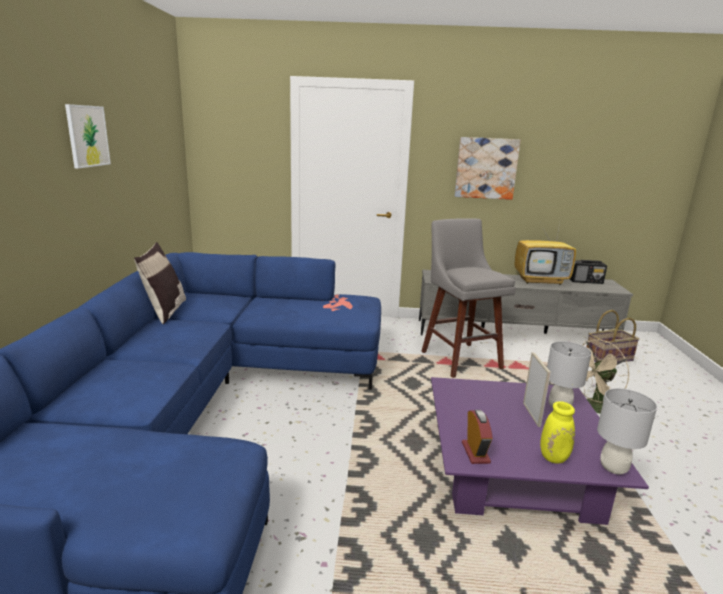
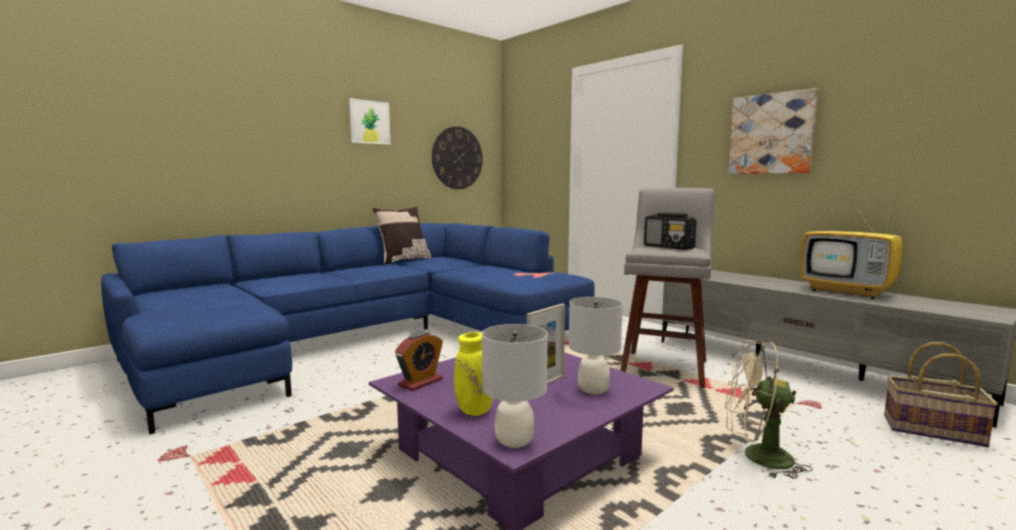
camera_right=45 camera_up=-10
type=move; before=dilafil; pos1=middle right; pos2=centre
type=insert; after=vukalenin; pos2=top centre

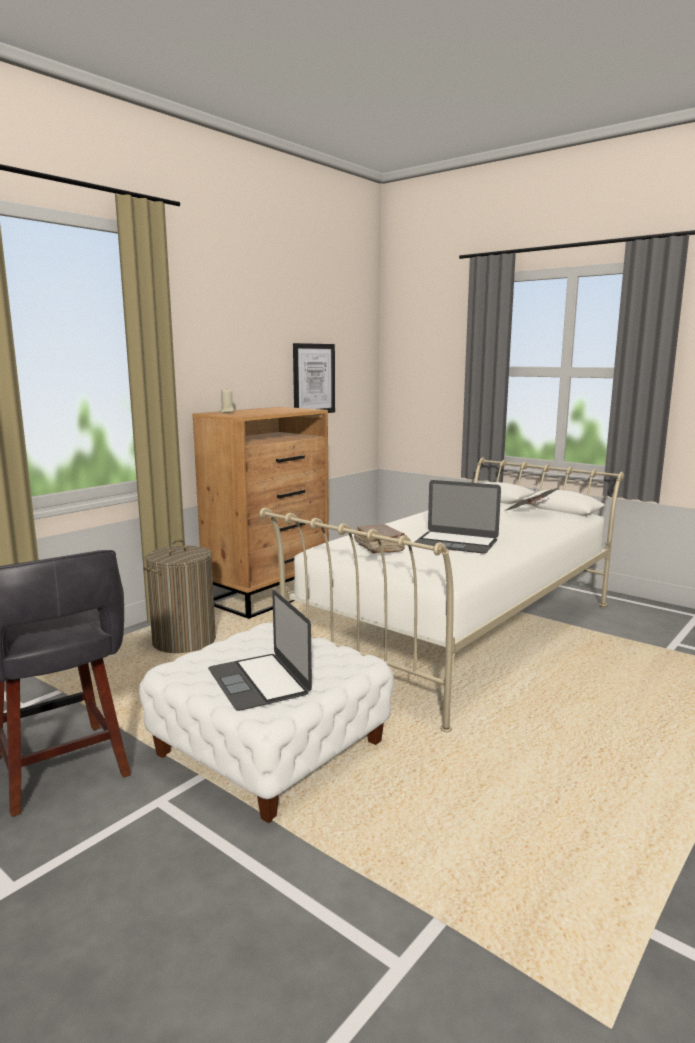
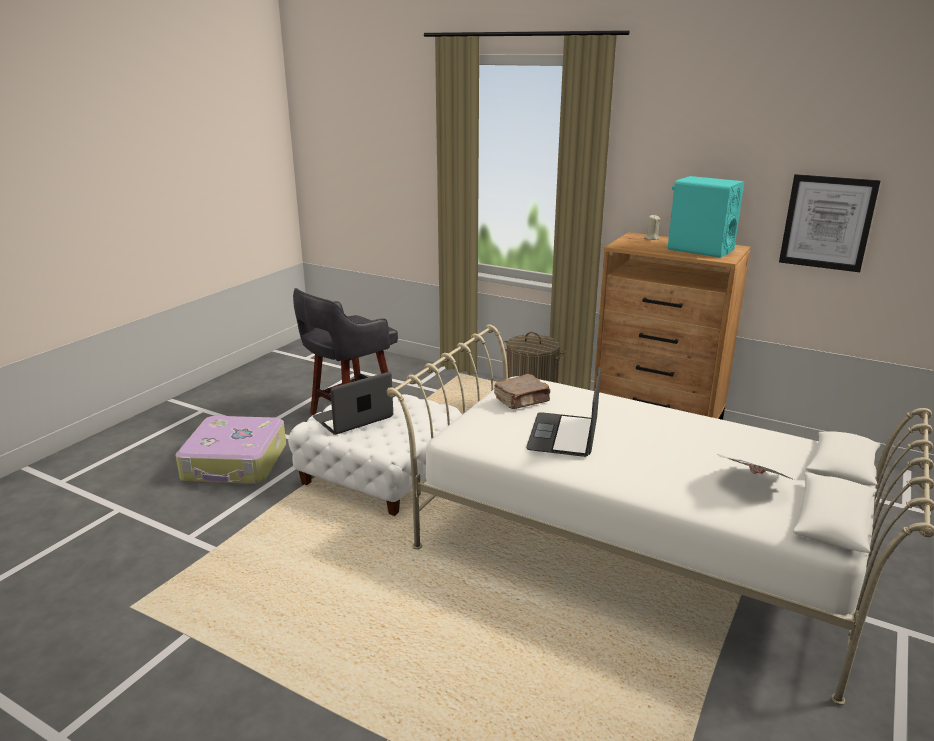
camera_right=80 camera_up=10
type=insert; after=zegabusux; pos2=middle left
type=insert; after=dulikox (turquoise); pos2=top right

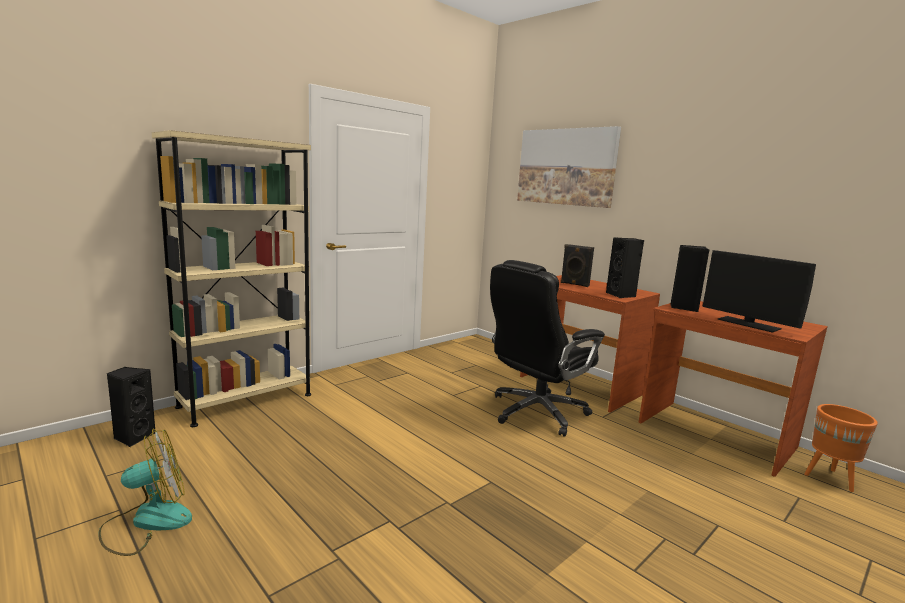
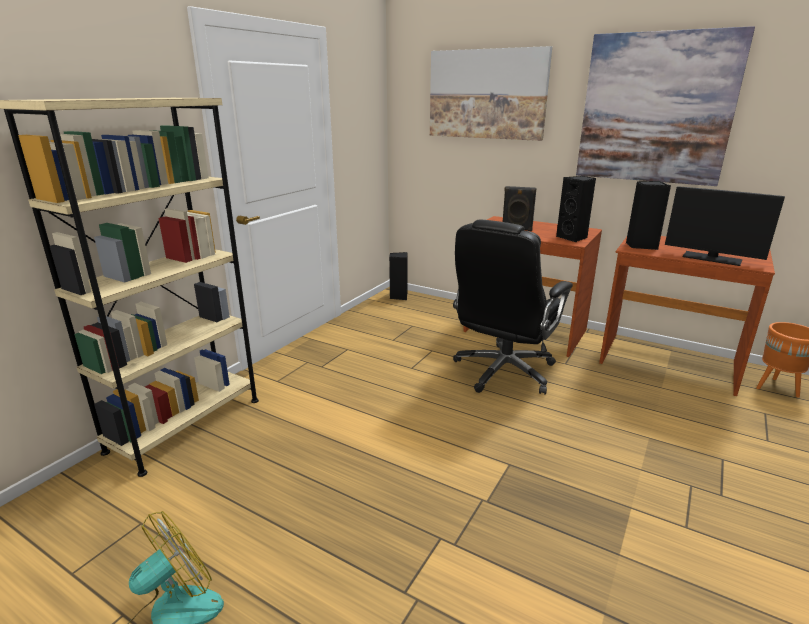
camera_right=-15 camera_up=10
type=move; before=dulikox (black) (1st from left); pos1=bottom left; pos2=centre
type=insert; after=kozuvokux (2nd from left); pos2=top right

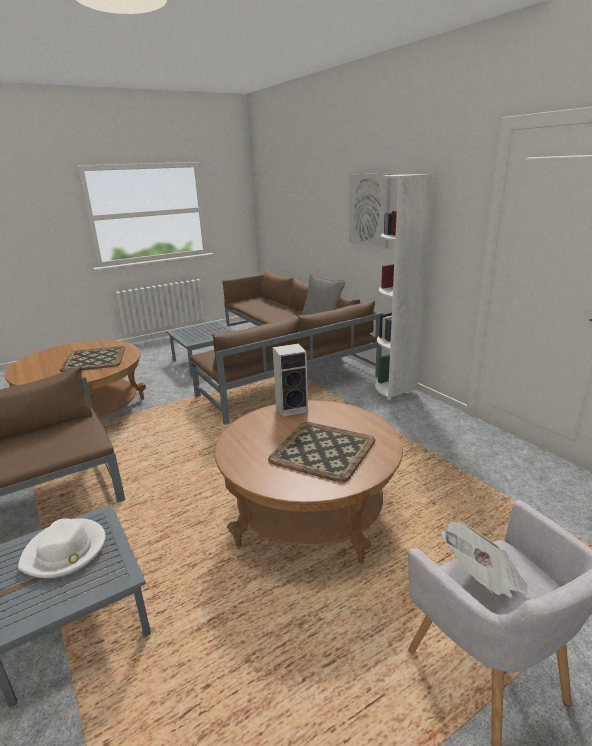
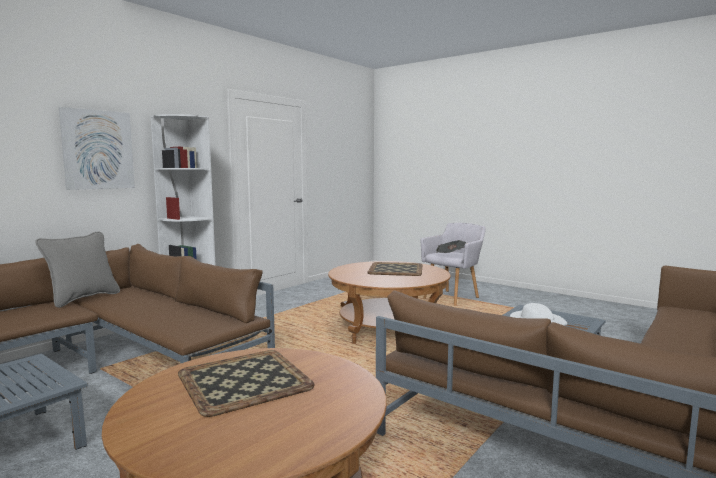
camera_right=-110 camera_up=-15
type=delete; before=dulikox; pos1=centre

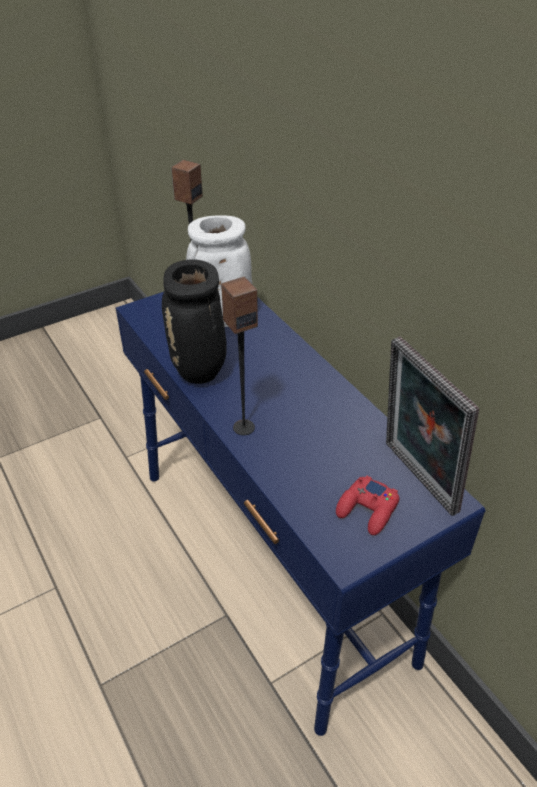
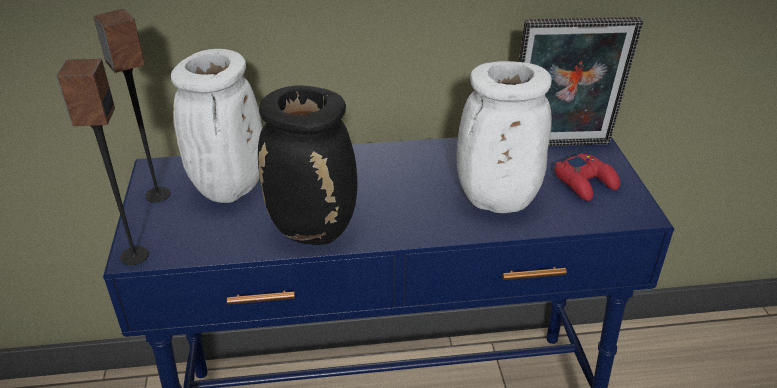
camera_right=-65 camera_up=-5
type=move; before=dulikox (2nd from left in the first image); after=dulikox (1st from left); pos1=centre; pos2=middle left
type=insert; after=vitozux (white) (2nd from left); pos2=centre

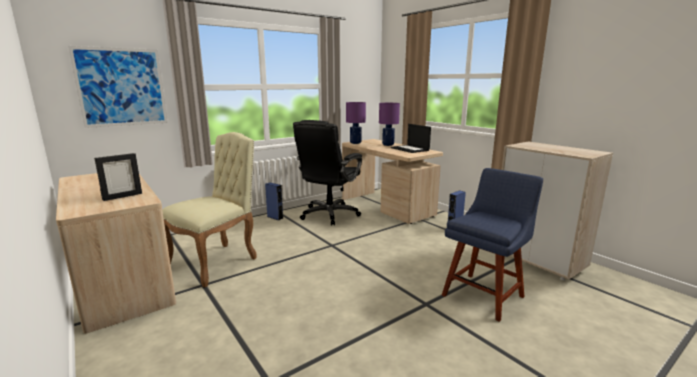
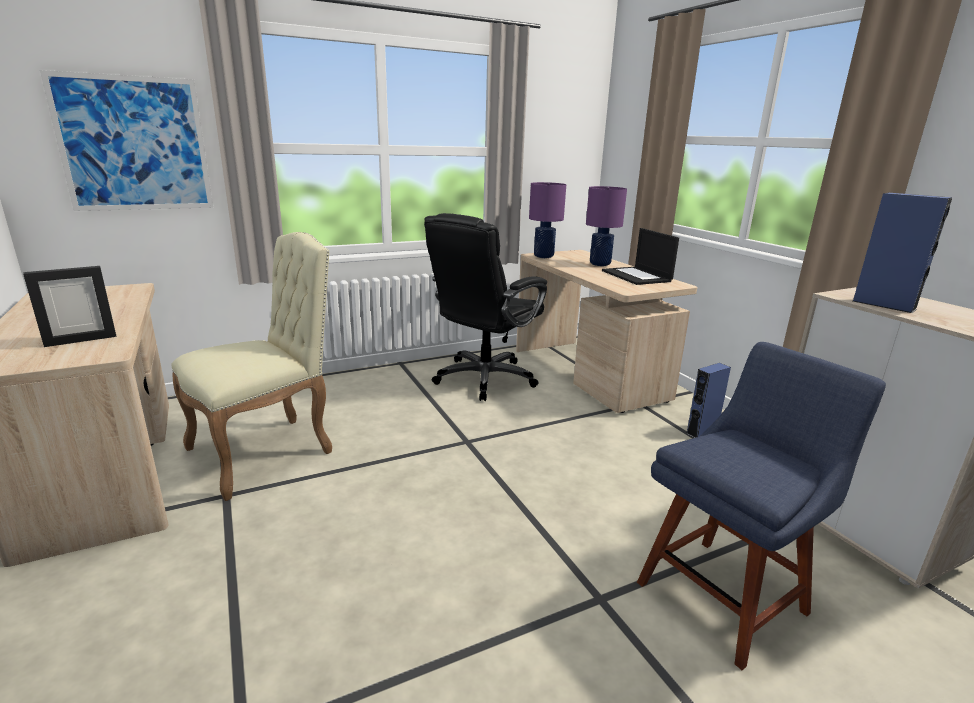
camera_right=10 camera_up=5
type=move; before=dulikox (blue) (1st from left in the first image); after=dulikox (blue) (2nd from left); pos1=centre; pos2=middle right

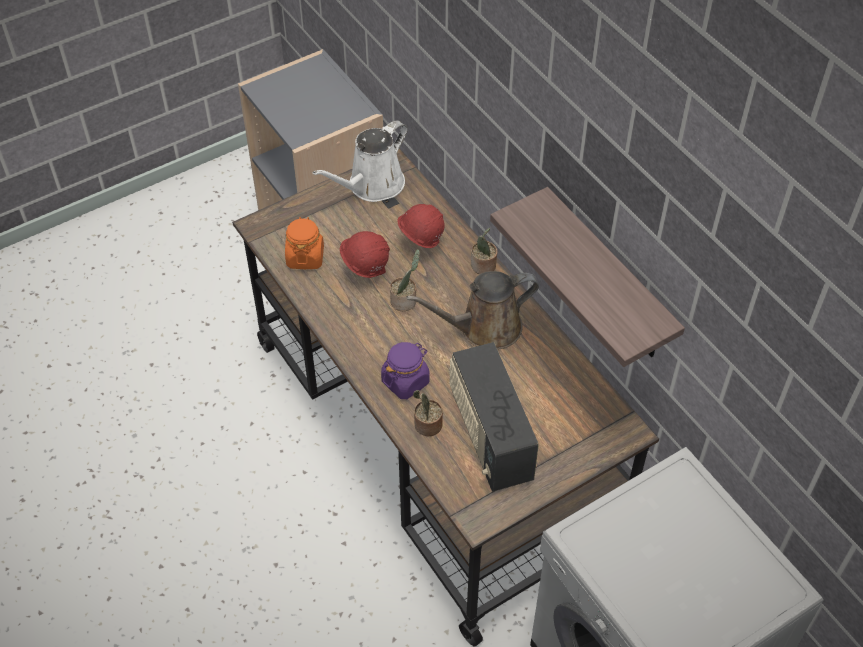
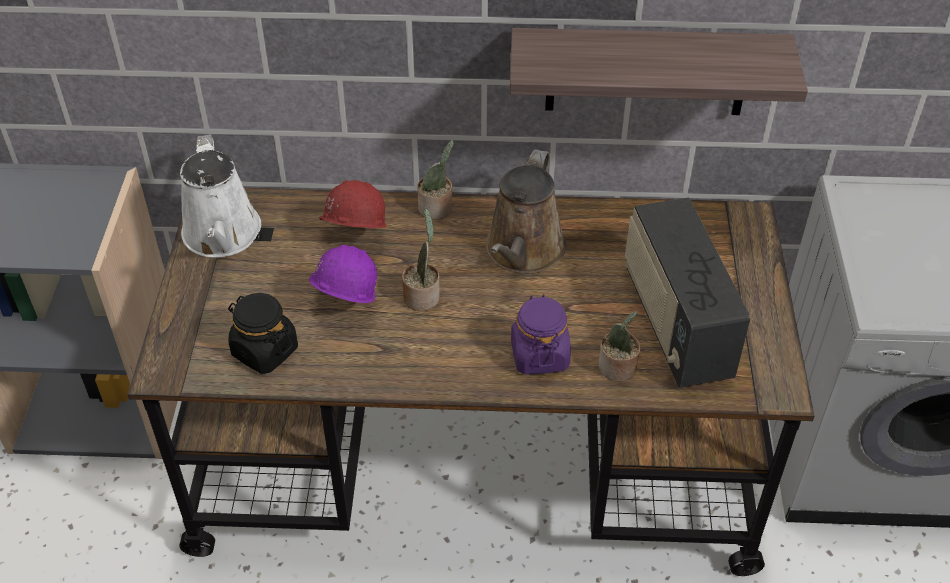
camera_right=-55 camera_up=-5
type=recolor; before=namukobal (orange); after=namukobal (black); pos1=centre; pos2=middle left
type=recolor; before=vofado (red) (1st from left); after=vofado (purple); pos1=centre; pos2=centre
type=rotate; before=dilafil; pos1=centre; pos2=middle right; turn=60

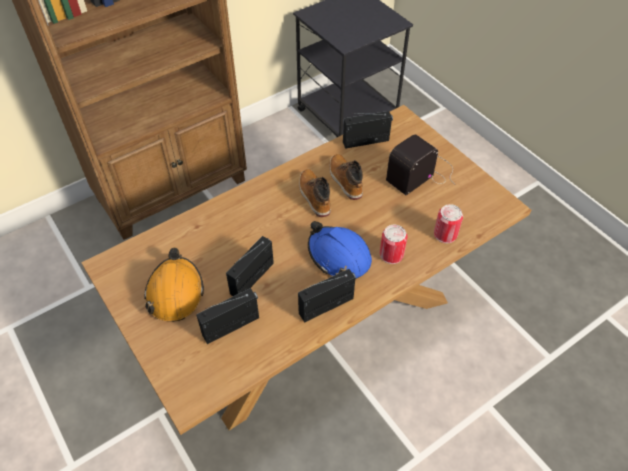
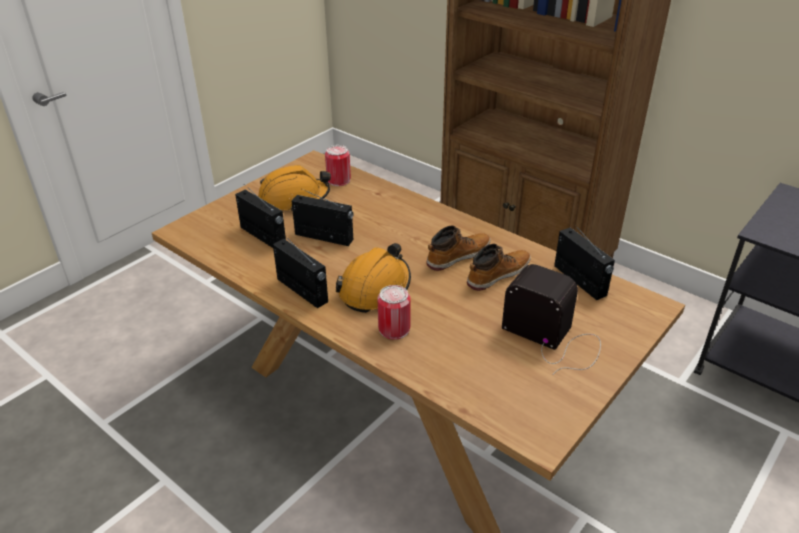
camera_right=75 camera_up=-15
type=recolor; before=vofado (blue); after=vofado (orange) (2nd from left); pos1=centre; pos2=centre
type=move; before=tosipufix (2nd from left in the first image); after=tosipufix (1st from left); pos1=middle right; pos2=top centre

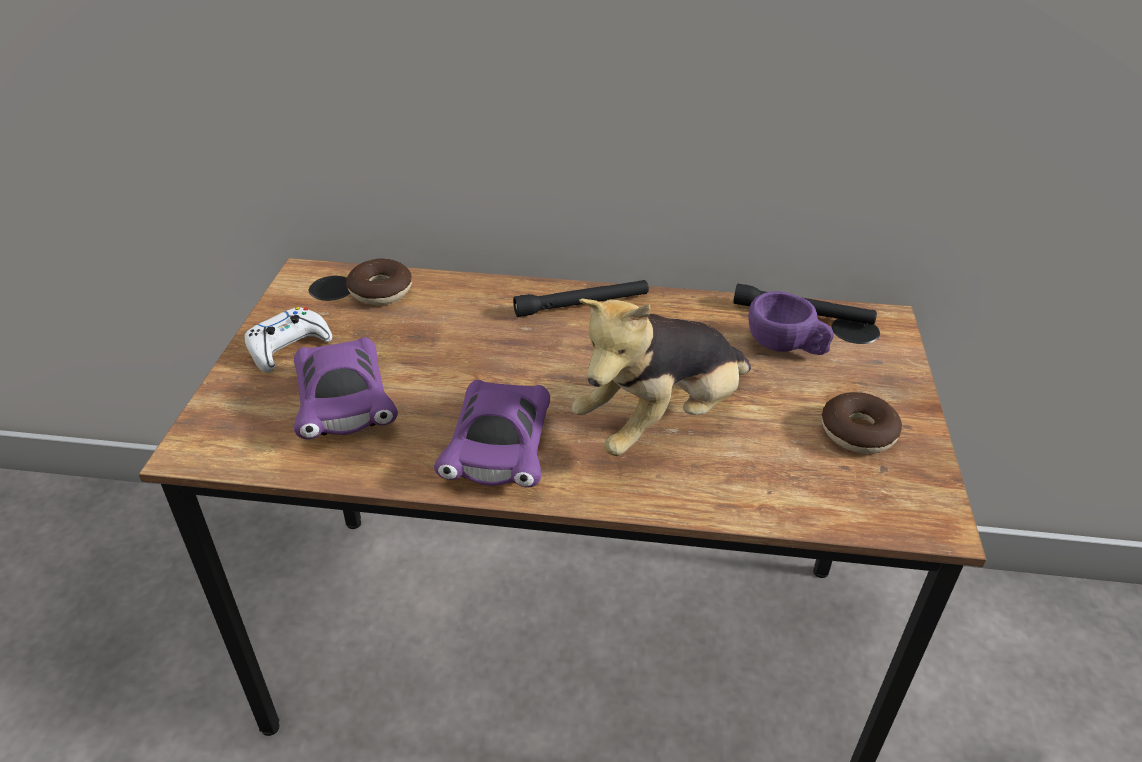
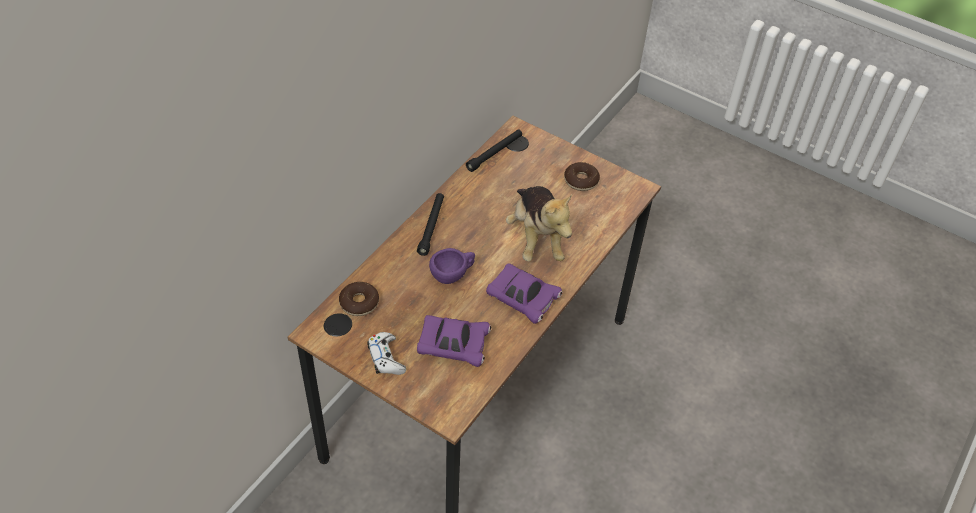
camera_right=-65 camera_up=10
type=move; before=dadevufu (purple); pos1=middle right; pos2=centre

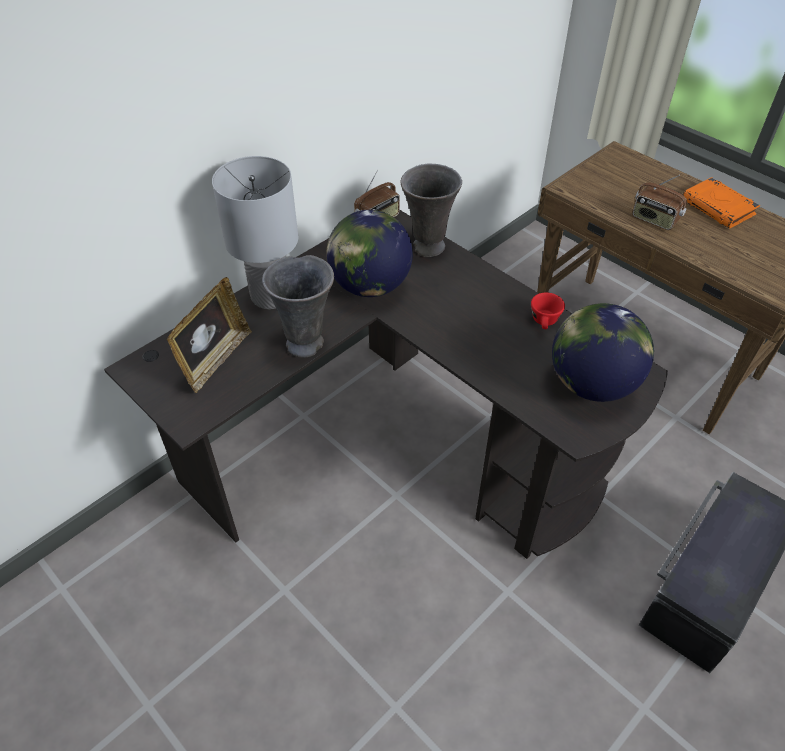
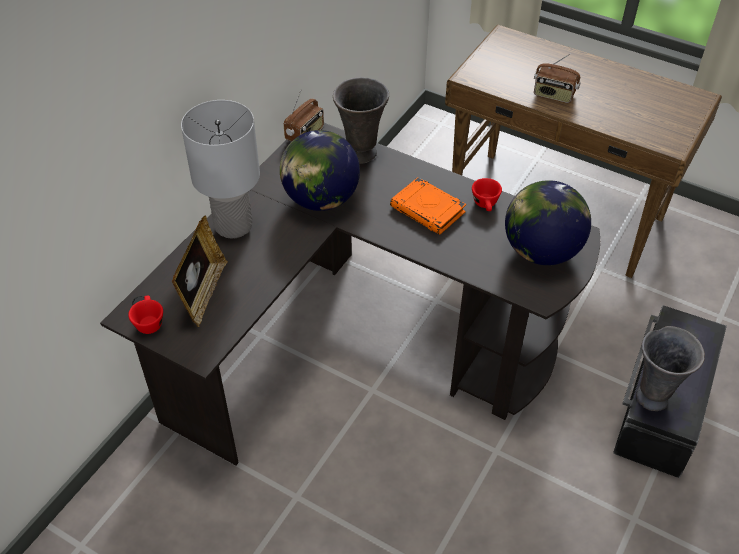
camera_right=-15 camera_up=0
type=move; before=vitozux (grey) (1st from left in the first image); after=vitozux (grey) (2nd from left); pos1=centre; pos2=middle right
type=move; before=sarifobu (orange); pos1=top right; pos2=centre
type=insert; after=dadevufu (red) (1st from left); pos2=middle left

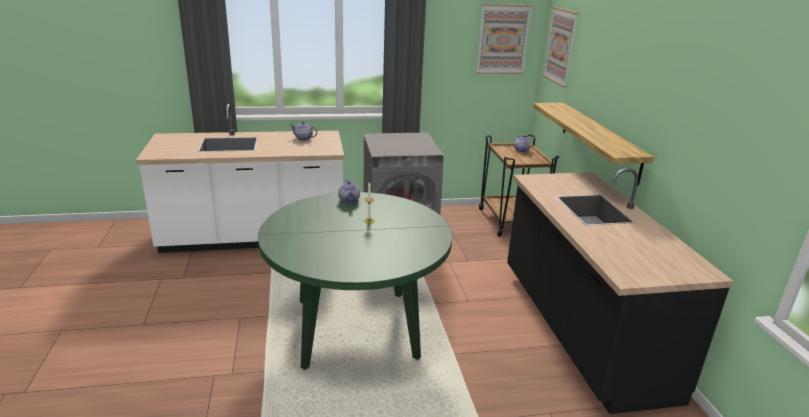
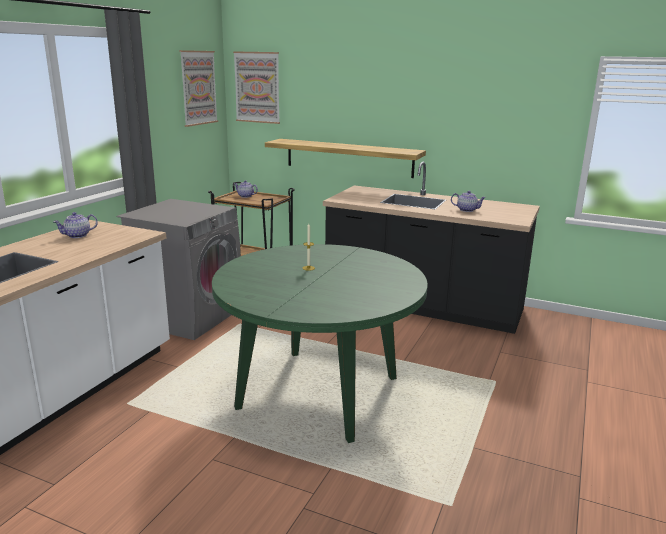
camera_right=-55 camera_up=-5
type=move; before=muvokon (2nd from left in the first image); after=muvokon (3rd from left); pos1=centre; pos2=middle right

